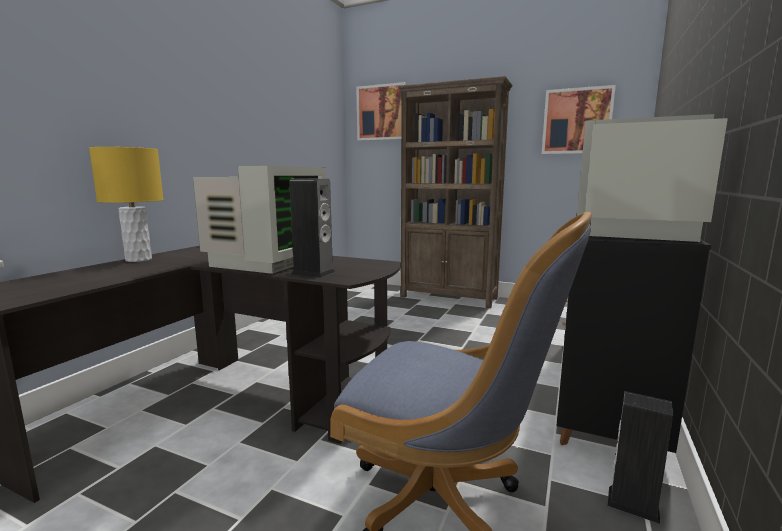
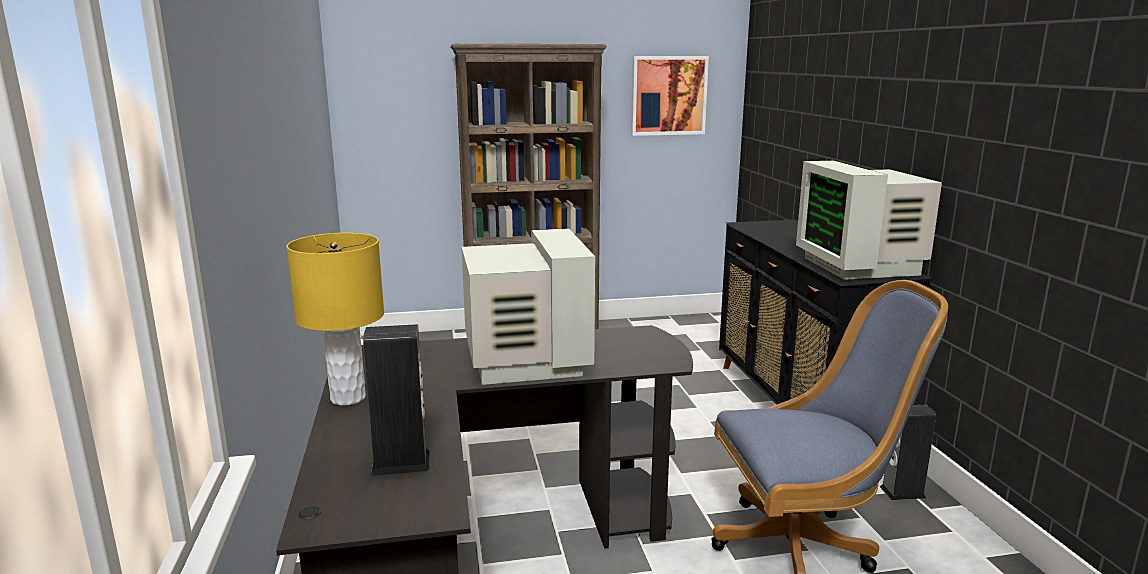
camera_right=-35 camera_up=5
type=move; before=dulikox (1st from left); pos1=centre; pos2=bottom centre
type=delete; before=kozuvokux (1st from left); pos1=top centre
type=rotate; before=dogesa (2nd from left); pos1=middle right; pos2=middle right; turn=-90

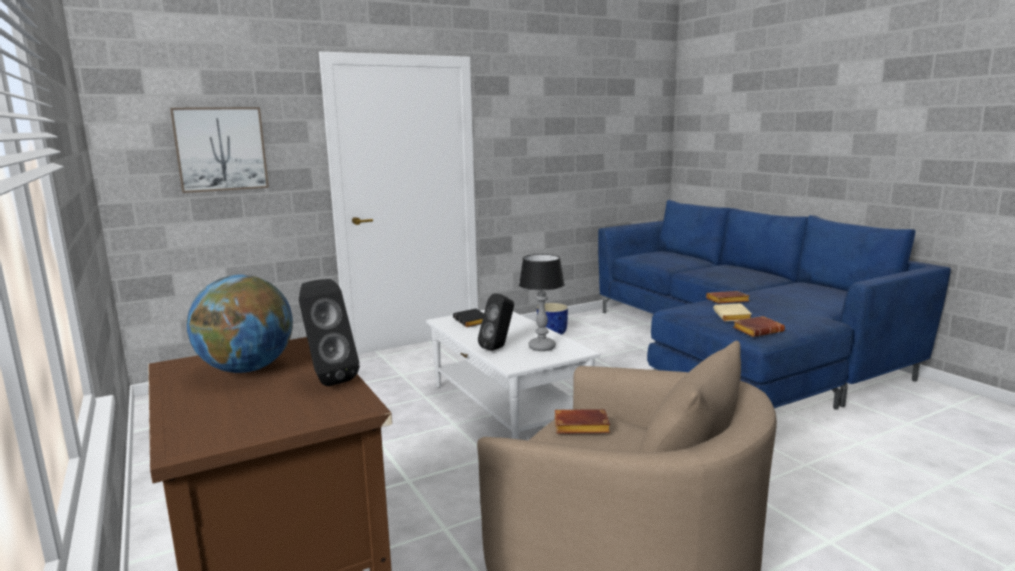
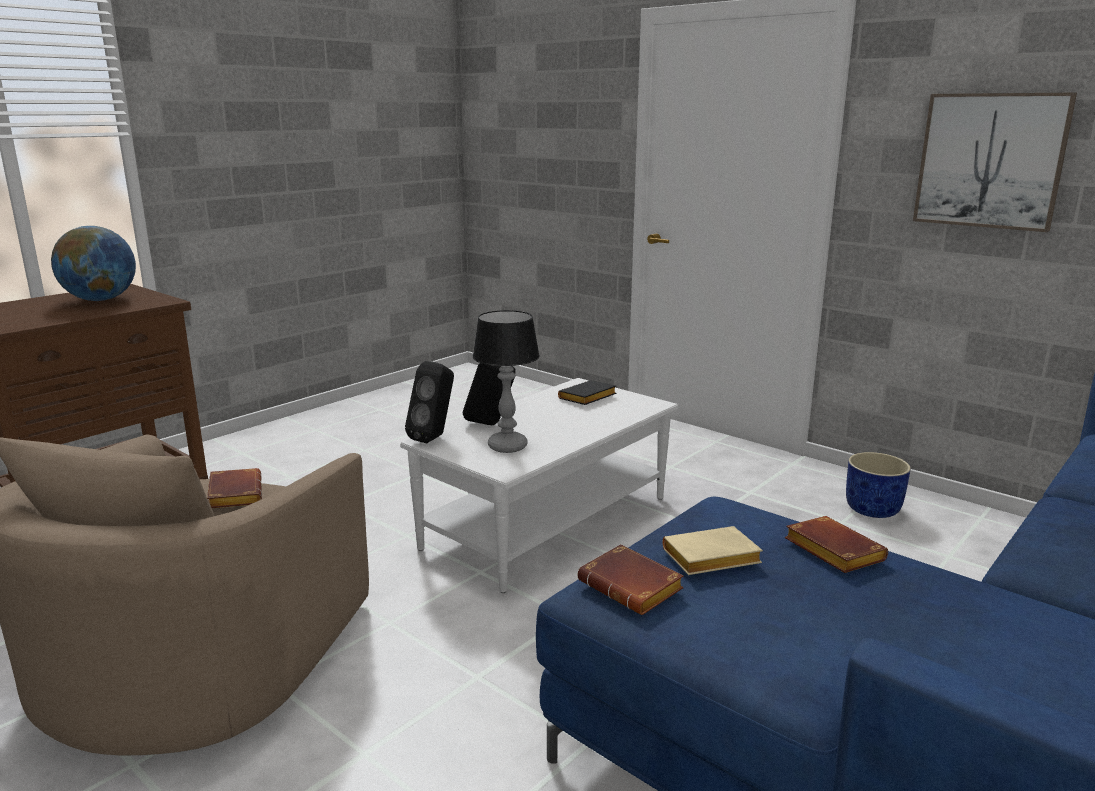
camera_right=70 camera_up=5
type=move; before=kozuvokux; pos1=top left; pos2=top right
type=move; before=dulikox (black) (1st from left); pos1=middle left; pos2=centre

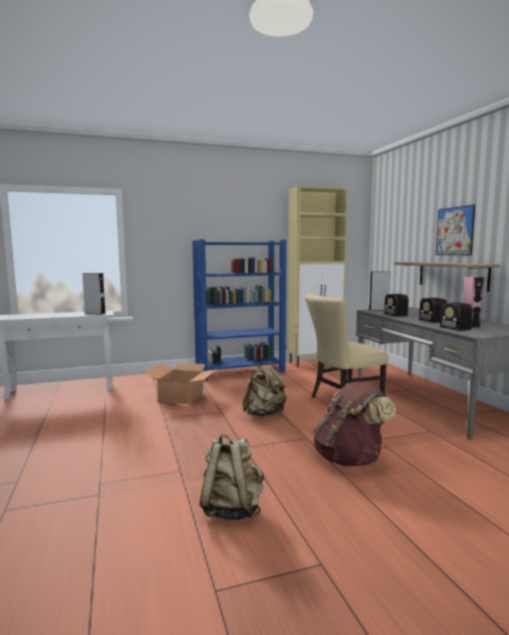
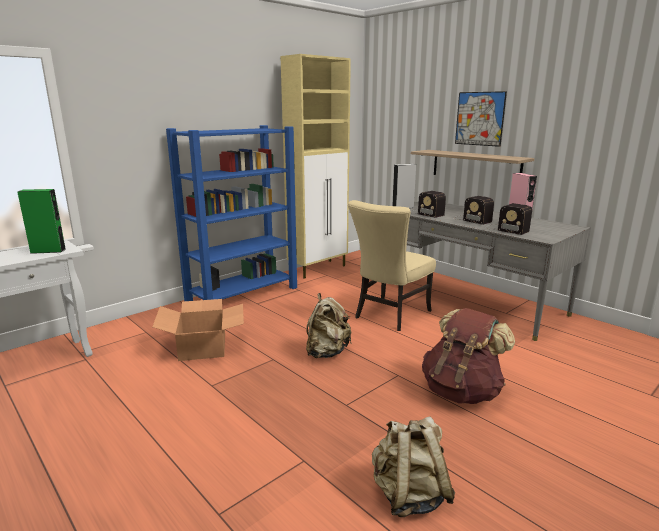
camera_right=-25 camera_up=10
type=recolor; before=dulikox (grey) (1st from left); after=dulikox (green); pos1=middle left; pos2=middle left

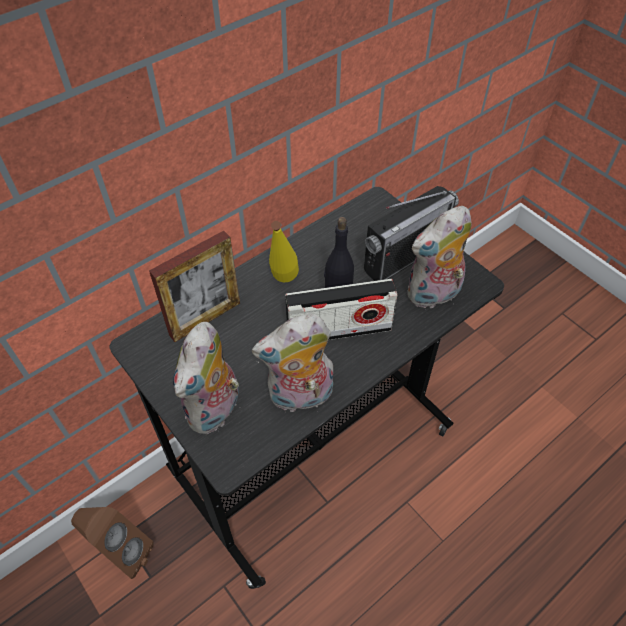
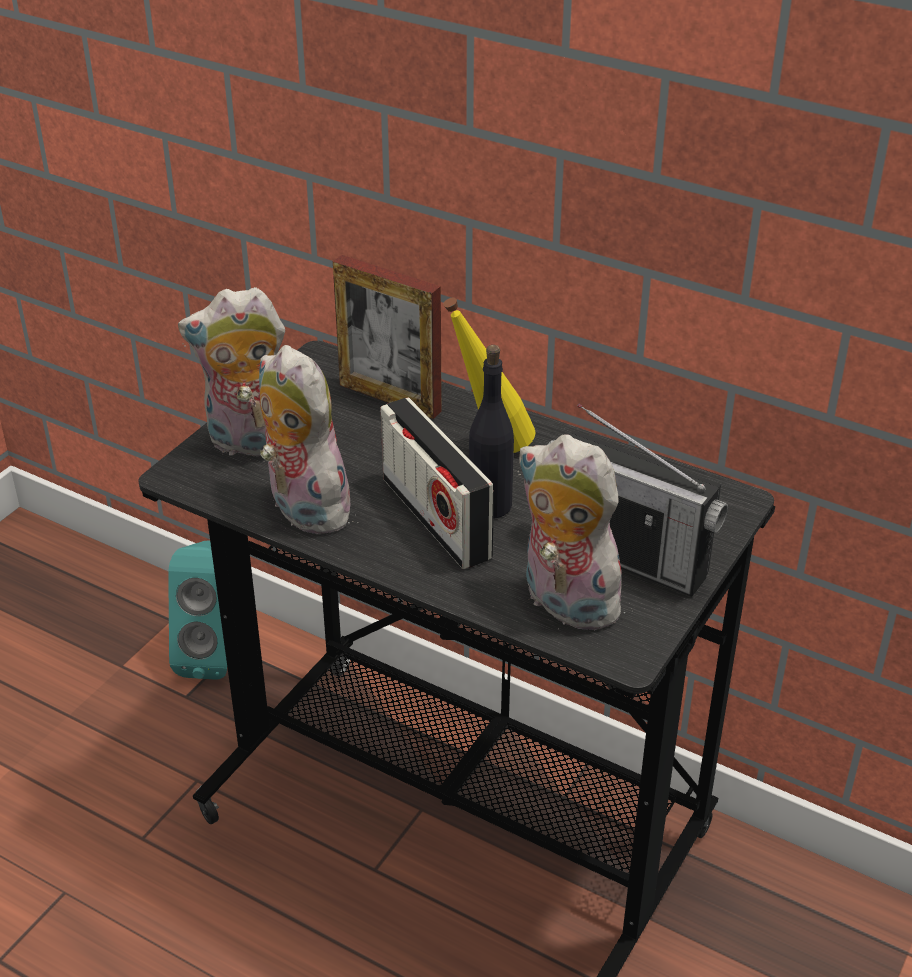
camera_right=70 camera_up=-15
type=recolor; before=dulikox (brown); after=dulikox (turquoise); pos1=bottom left; pos2=middle left

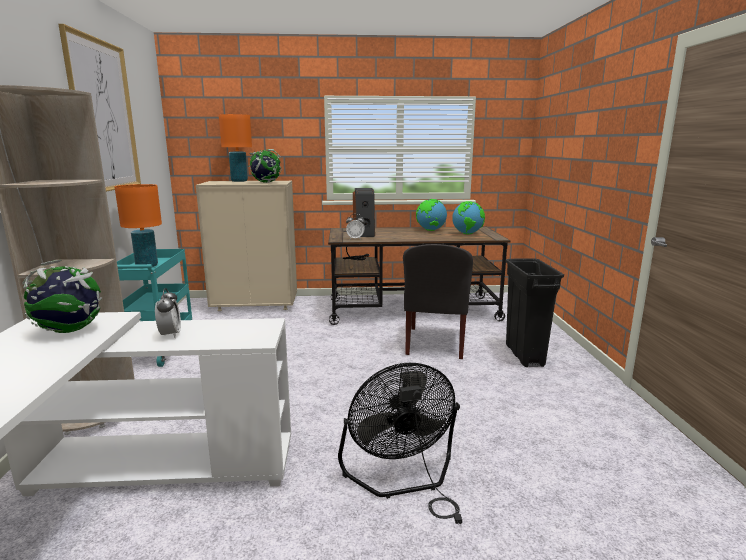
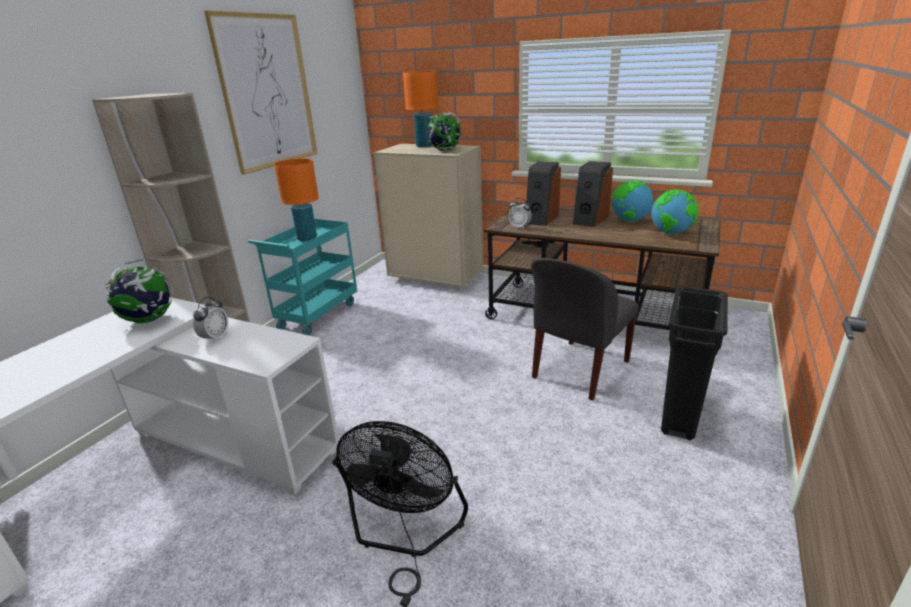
camera_right=30 camera_up=10
type=insert; after=dulikox (2nd from left); pos2=top centre

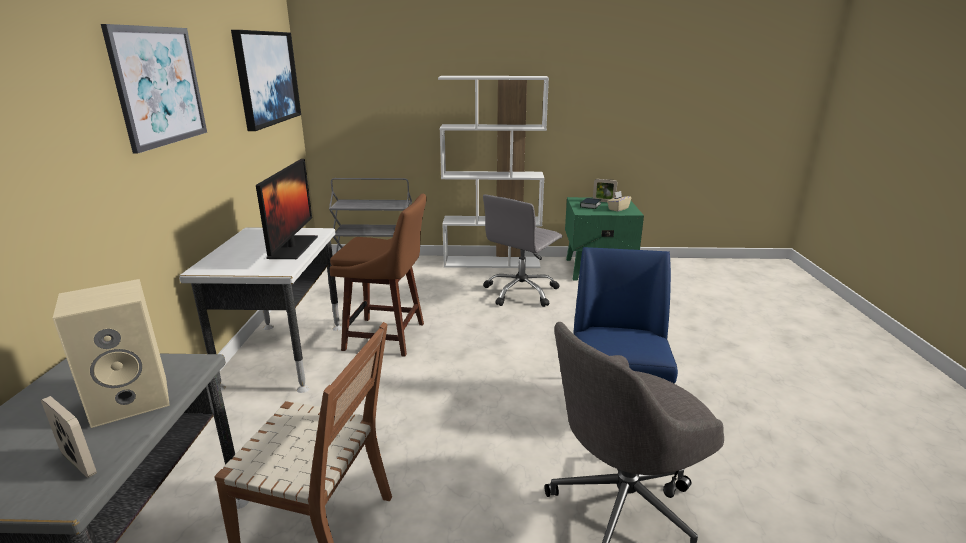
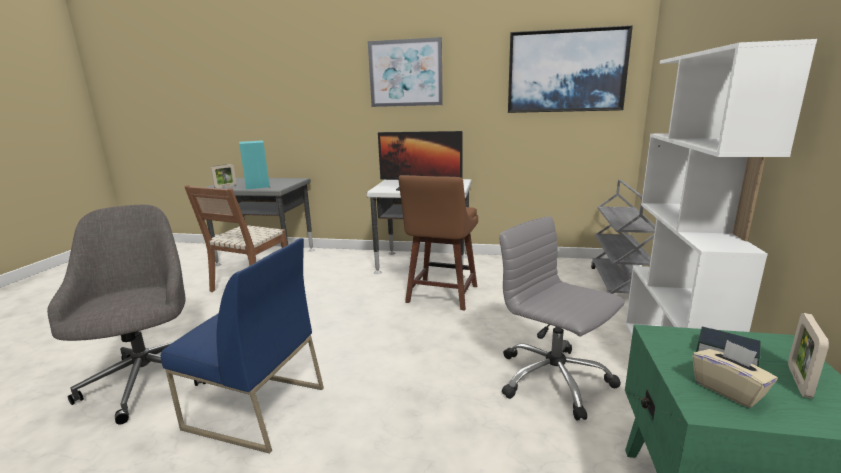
camera_right=100 camera_up=-5
type=recolor; before=dulikox (beige); after=dulikox (turquoise); pos1=middle left; pos2=middle left

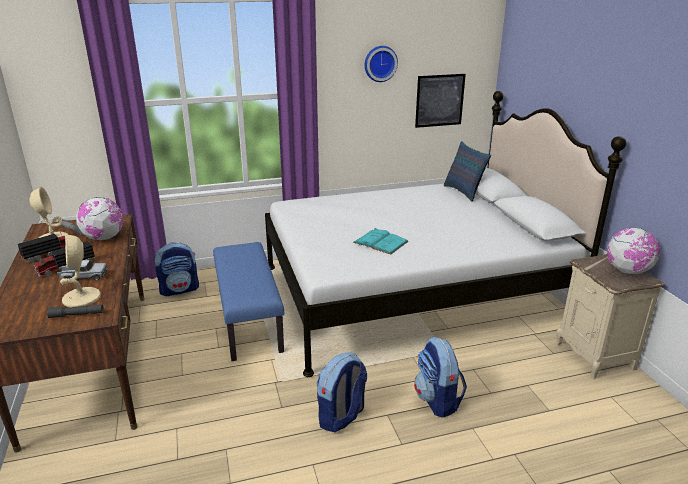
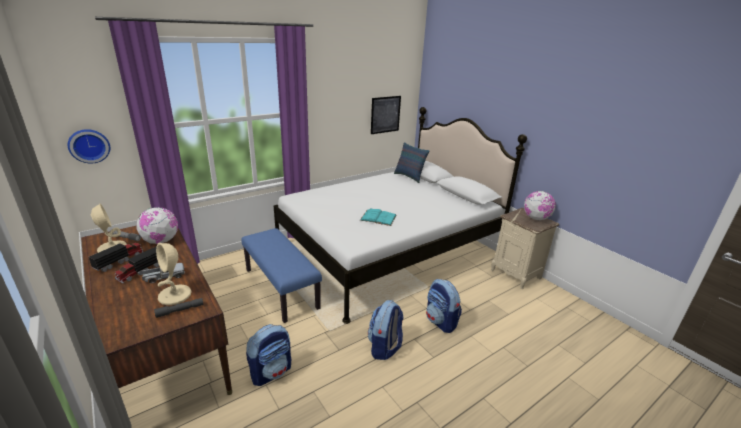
camera_right=-20 camera_up=0
type=move; before=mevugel (1st from left); pos1=middle left; pos2=bottom centre
type=move; before=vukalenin; pos1=top centre; pos2=middle left

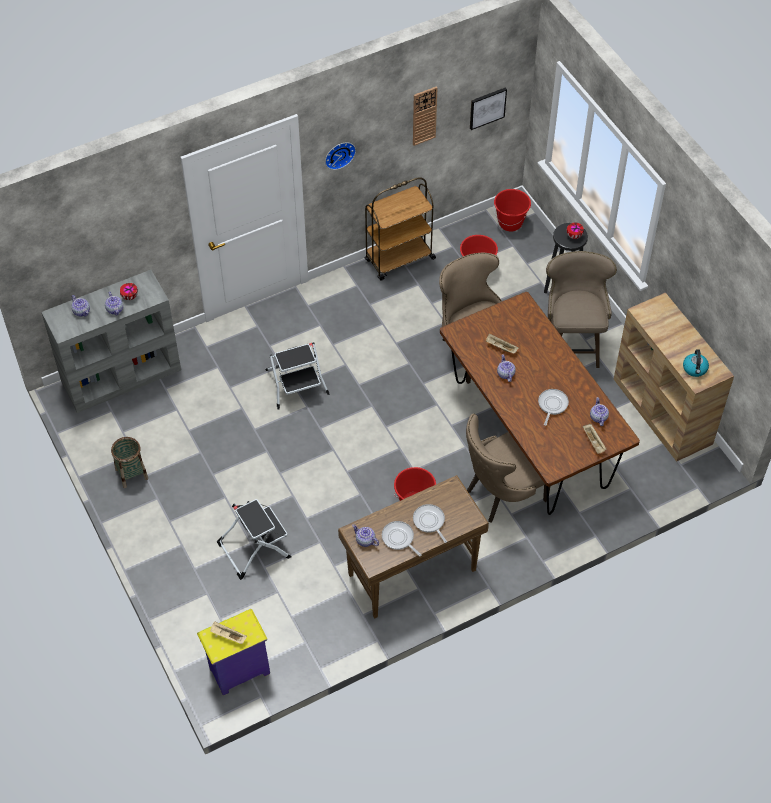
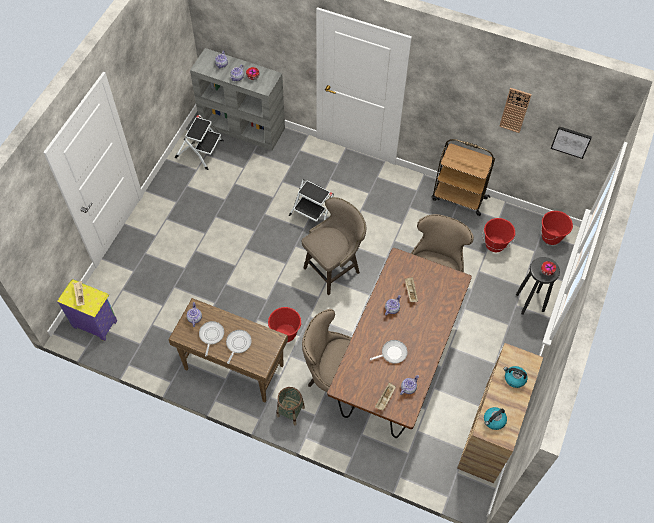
camera_right=50 camera_up=5
type=move; before=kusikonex; pos1=middle left; pos2=bottom centre
type=move; before=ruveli (1st from left); pos1=bottom left; pos2=top left
type=delete; before=vukalenin (1st from left); pos1=top centre
type=move; before=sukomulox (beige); pos1=middle right; pos2=centre
type=insert; after=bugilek (2nd from left); pos2=bottom right

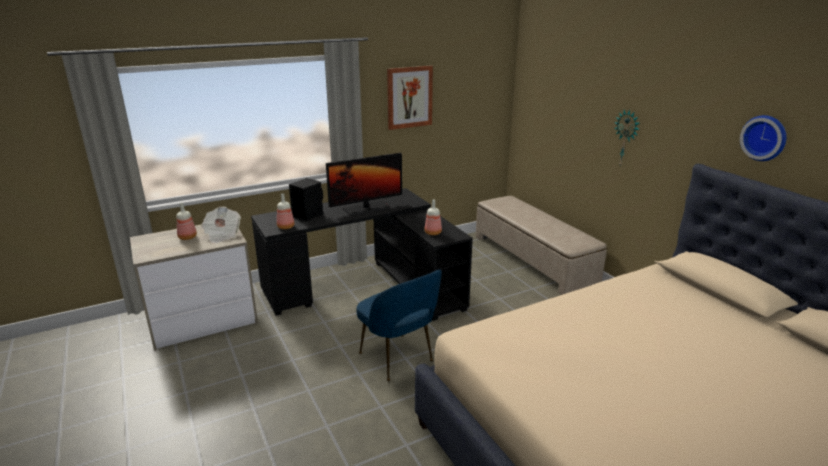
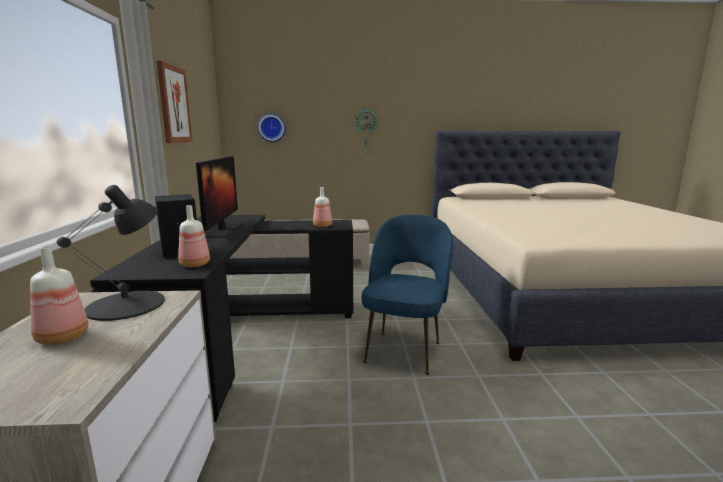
camera_right=-65 camera_up=-10
type=replace; before=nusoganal; after=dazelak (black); pos1=middle left; pos2=middle left
type=rotate; before=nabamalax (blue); pos1=bottom centre; pos2=centre; turn=-60
type=move; before=vukalenin (2nd from left in the first image); after=vukalenin (1st from left); pos1=top right; pos2=top centre

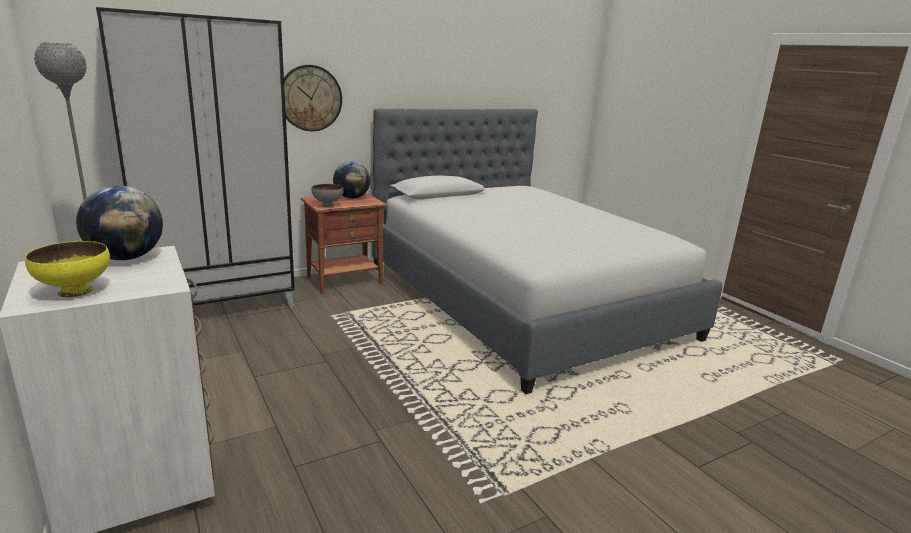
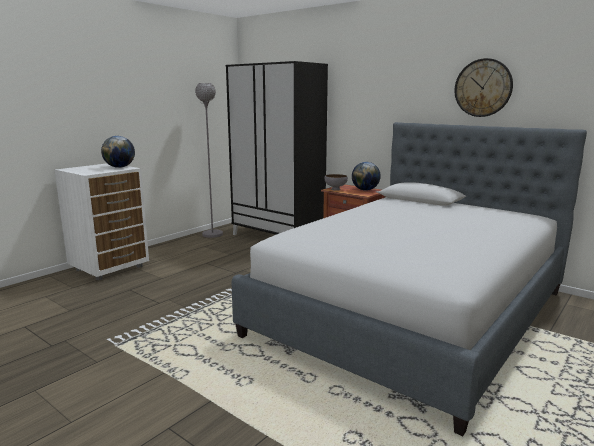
camera_right=70 camera_up=-5
type=delete; before=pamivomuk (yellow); pos1=middle left
type=move; before=vukalenin; pos1=top centre; pos2=top right

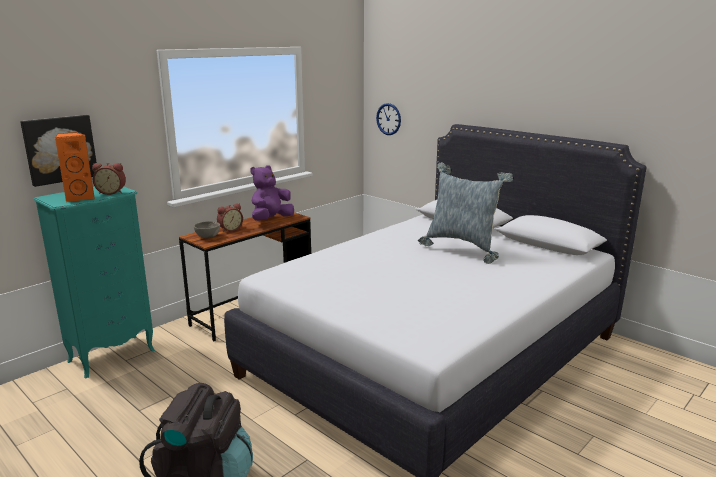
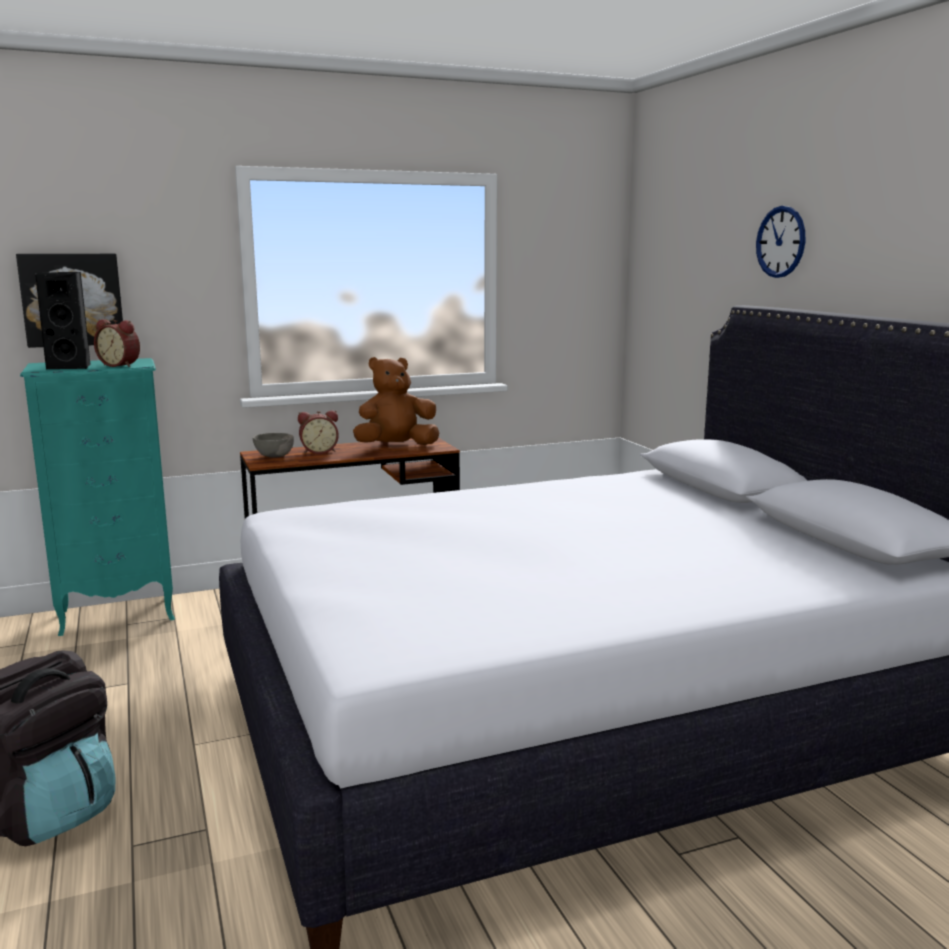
camera_right=25 camera_up=-5
type=recolor; before=dulikox (orange); after=dulikox (black); pos1=middle left; pos2=middle left
type=recolor; before=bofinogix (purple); after=bofinogix (brown); pos1=centre; pos2=centre
type=move; before=vukalenin; pos1=top centre; pos2=top right
type=delete; before=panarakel; pos1=centre

